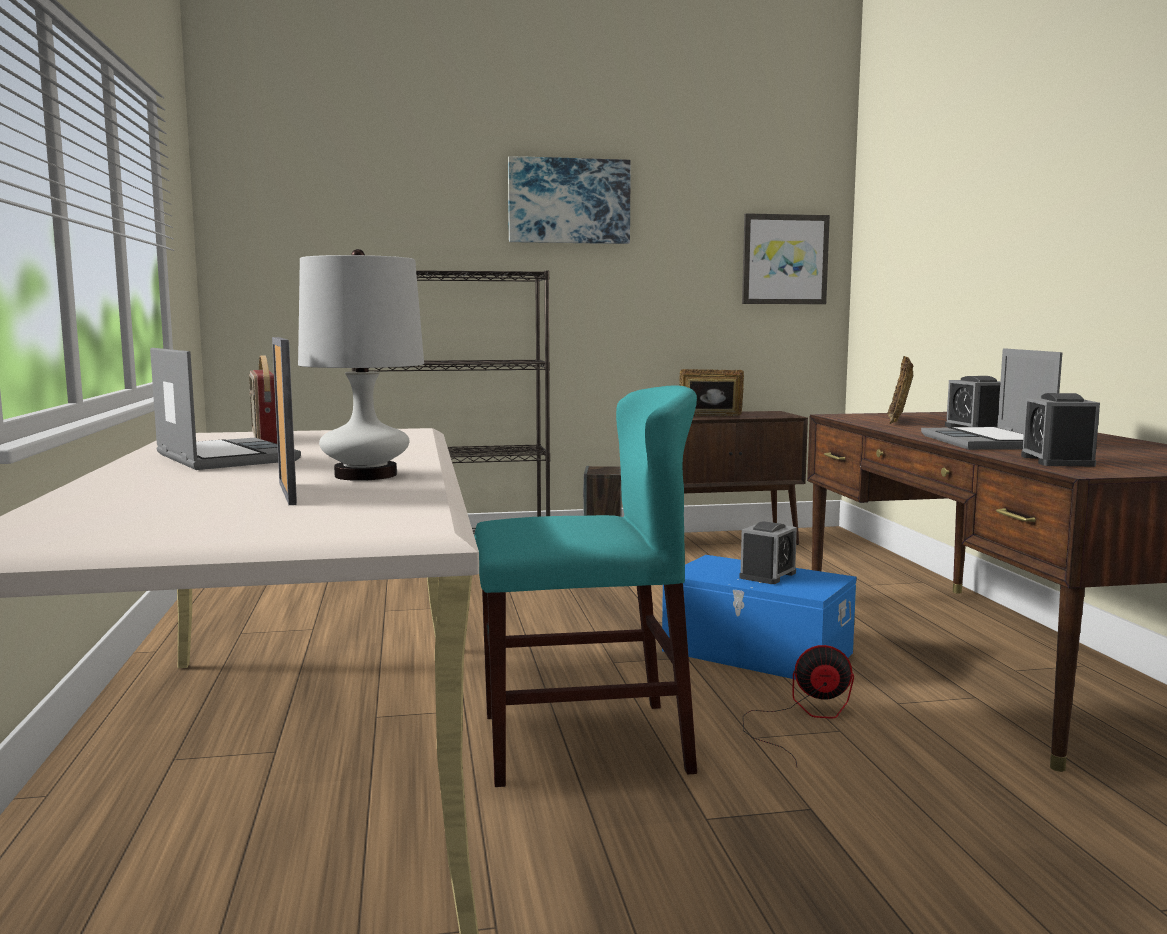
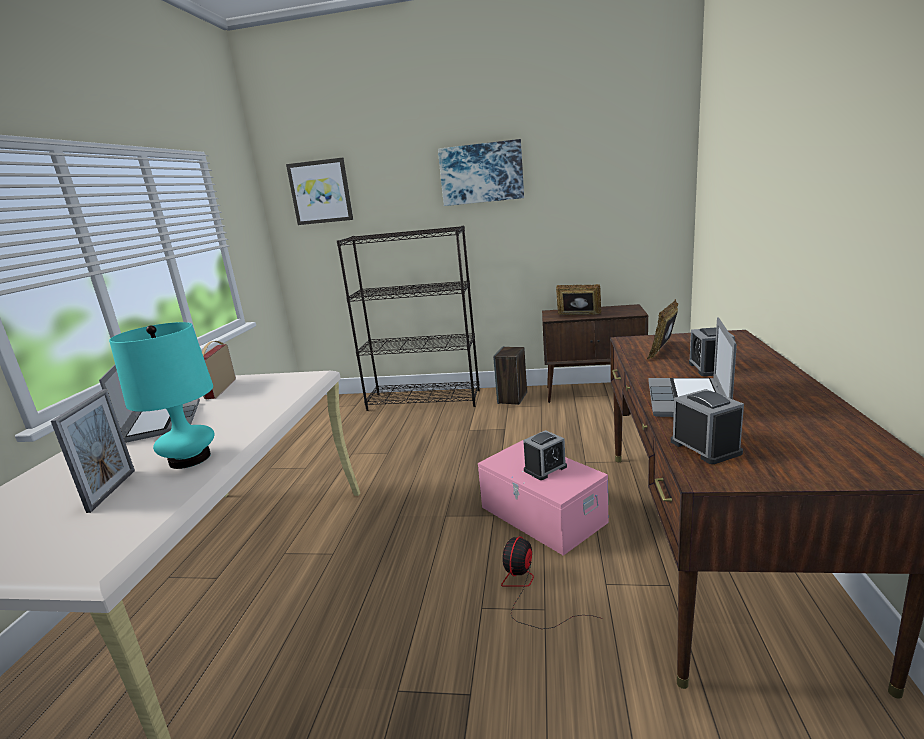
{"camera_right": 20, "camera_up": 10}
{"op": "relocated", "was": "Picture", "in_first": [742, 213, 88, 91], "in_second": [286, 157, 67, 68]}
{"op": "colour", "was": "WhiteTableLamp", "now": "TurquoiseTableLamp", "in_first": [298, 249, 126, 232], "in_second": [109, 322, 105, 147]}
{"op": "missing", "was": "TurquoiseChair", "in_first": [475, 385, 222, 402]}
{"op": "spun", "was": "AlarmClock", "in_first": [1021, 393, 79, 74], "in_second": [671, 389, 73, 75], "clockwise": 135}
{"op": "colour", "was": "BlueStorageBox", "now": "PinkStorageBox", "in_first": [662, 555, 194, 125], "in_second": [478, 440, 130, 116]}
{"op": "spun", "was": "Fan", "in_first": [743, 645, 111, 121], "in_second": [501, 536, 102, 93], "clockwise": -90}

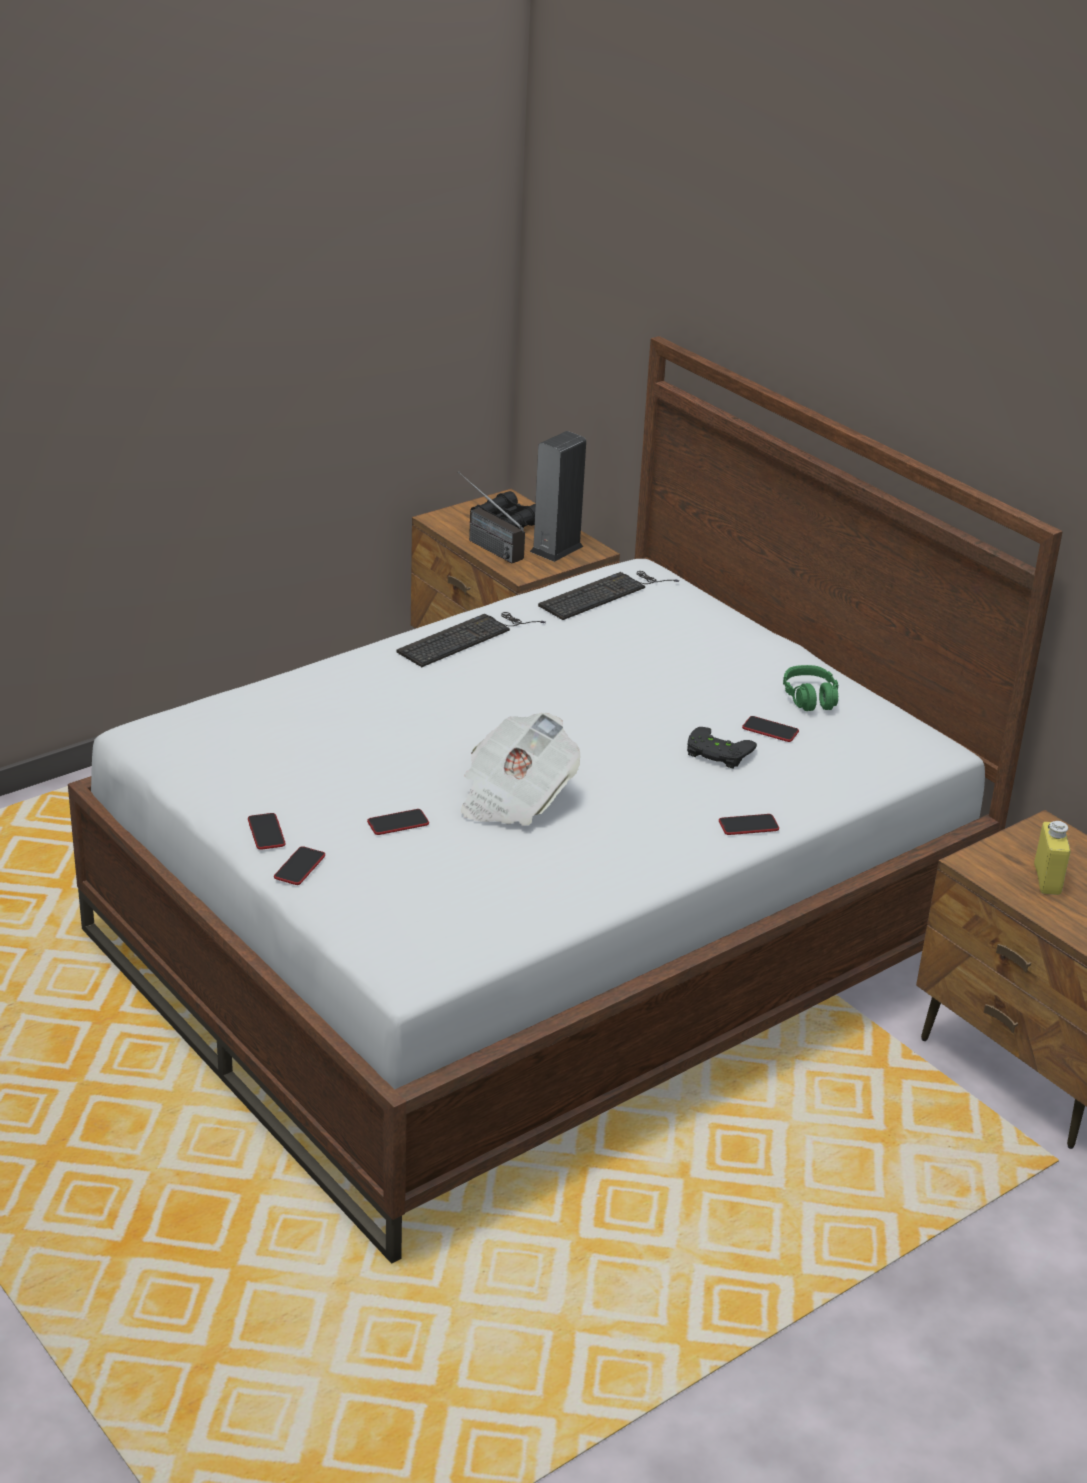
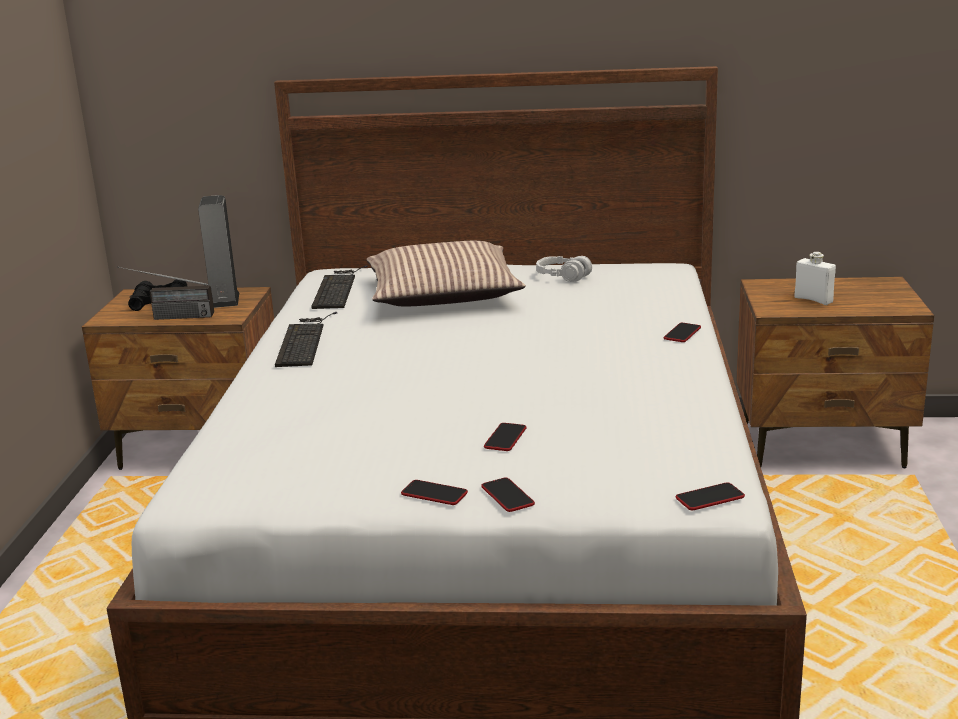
{"camera_right": -45, "camera_up": -10}
{"op": "colour", "was": "GreenHeadphones", "now": "GreyHeadphones", "in_first": [783, 665, 56, 46], "in_second": [536, 256, 56, 26]}
{"op": "missing", "was": "Newspaper", "in_first": [461, 713, 119, 113]}
{"op": "relocated", "was": "Phone", "in_first": [742, 716, 57, 26], "in_second": [676, 482, 69, 28]}
{"op": "missing", "was": "BlackGameController", "in_first": [687, 727, 70, 42]}
{"op": "colour", "was": "YellowBottle", "now": "WhiteBottle", "in_first": [1034, 821, 37, 74], "in_second": [794, 252, 42, 53]}
{"op": "appeared", "now": "Pillow", "in_second": [367, 241, 159, 65]}

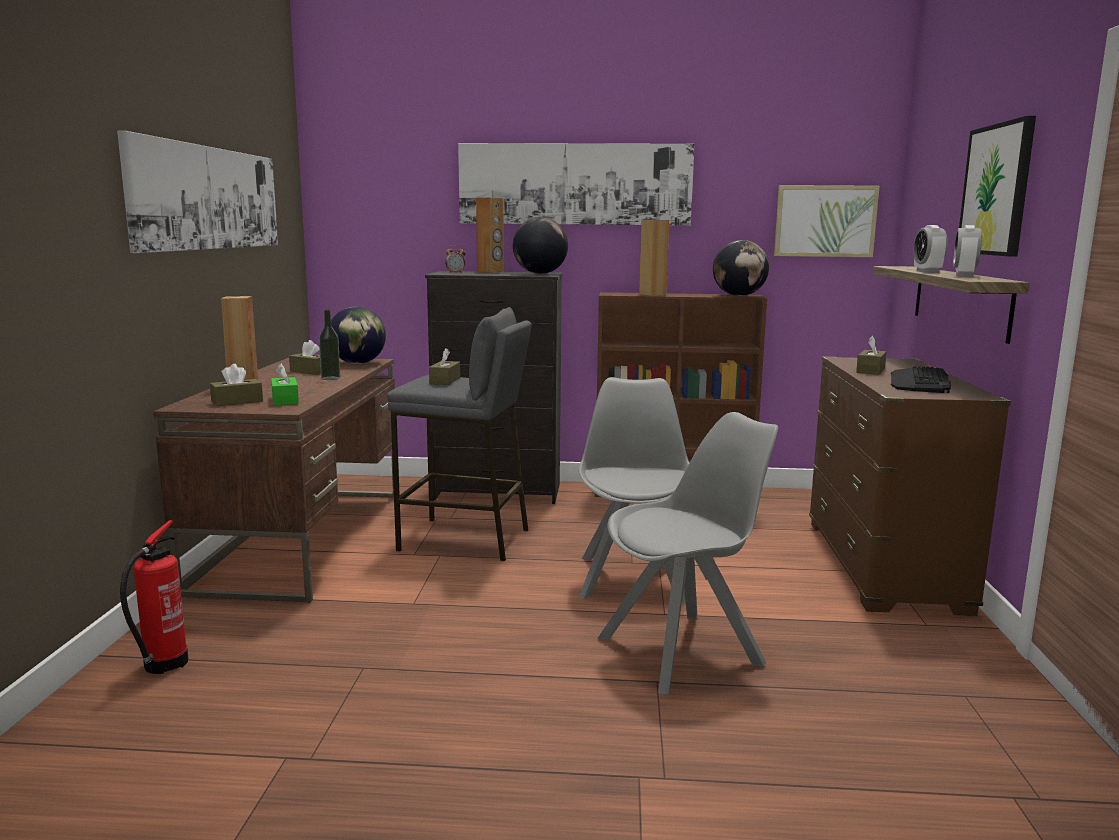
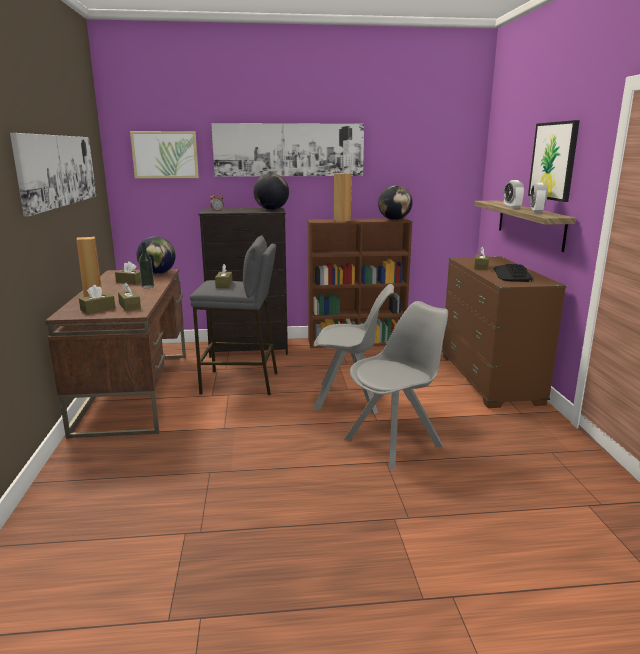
{"camera_right": -10, "camera_up": 5}
{"op": "relocated", "was": "Picture", "in_first": [774, 185, 106, 72], "in_second": [130, 131, 69, 48]}
{"op": "missing", "was": "BrownSpeaker", "in_first": [476, 198, 28, 75]}
{"op": "colour", "was": "GreenTissueBox", "now": "BrownTissueBox", "in_first": [271, 363, 28, 43], "in_second": [118, 283, 23, 28]}
{"op": "spun", "was": "GreyChair", "in_first": [579, 377, 110, 225], "in_second": [313, 284, 81, 130], "clockwise": 105}
{"op": "missing", "was": "FireExtinguisher", "in_first": [120, 520, 68, 154]}

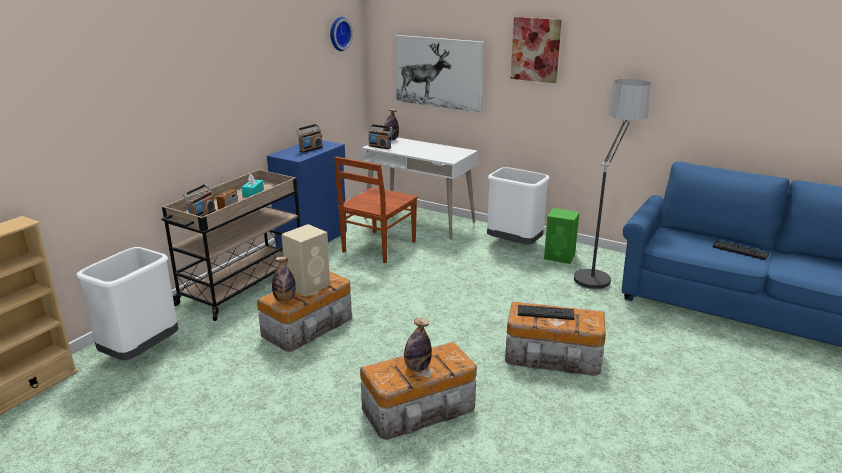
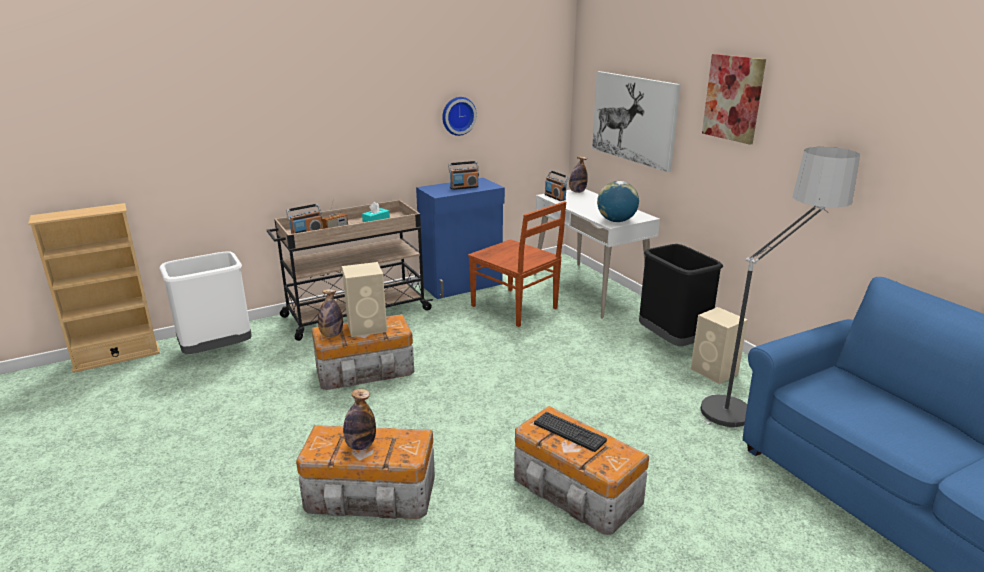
{"camera_right": 30, "camera_up": 0}
{"op": "relocated", "was": "WallClock", "in_first": [330, 17, 23, 34], "in_second": [442, 97, 35, 39]}
{"op": "spun", "was": "BrownChair", "in_first": [334, 157, 84, 106], "in_second": [468, 201, 98, 126], "clockwise": -105}
{"op": "colour", "was": "WhiteTrashCan", "now": "BlackTrashCan", "in_first": [487, 167, 62, 78], "in_second": [639, 244, 84, 102]}
{"op": "colour", "was": "GreenSpeaker", "now": "BeigeSpeaker", "in_first": [544, 208, 36, 56], "in_second": [691, 307, 57, 77]}
{"op": "missing", "was": "Keyboard", "in_first": [713, 240, 56, 20]}
{"op": "appeared", "now": "Globe", "in_second": [597, 181, 42, 41]}

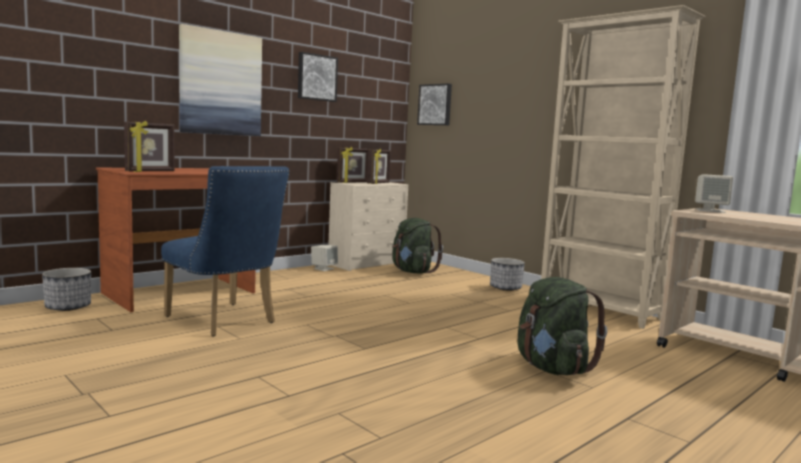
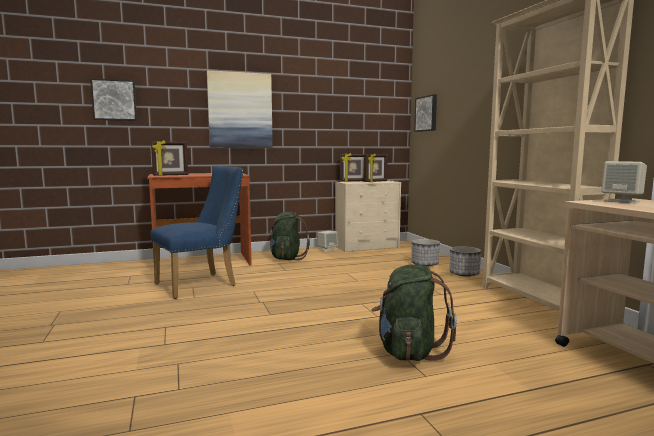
{"camera_right": 25, "camera_up": 0}
{"op": "relocated", "was": "Picture", "in_first": [298, 52, 40, 50], "in_second": [90, 78, 47, 43]}
{"op": "spun", "was": "BlueChair", "in_first": [161, 166, 128, 171], "in_second": [150, 166, 93, 133], "clockwise": -105}
{"op": "relocated", "was": "GreenBackpack", "in_first": [393, 218, 50, 55], "in_second": [266, 212, 44, 48]}
{"op": "relocated", "was": "Planter", "in_first": [42, 268, 49, 43], "in_second": [411, 239, 29, 28]}

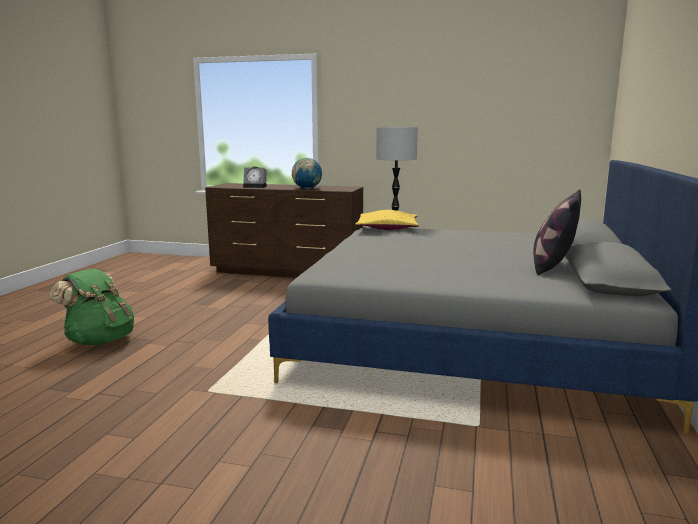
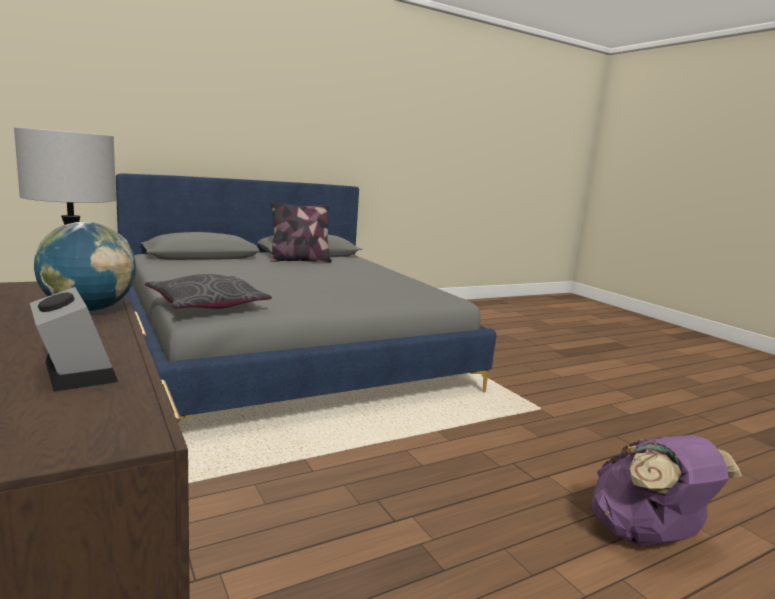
{"camera_right": -135, "camera_up": 0}
{"op": "colour", "was": "YellowPillow", "now": "GreyPillow", "in_first": [355, 210, 64, 20], "in_second": [145, 274, 127, 35]}
{"op": "colour", "was": "GreenBackpack", "now": "PurpleBackpack", "in_first": [49, 269, 85, 76], "in_second": [591, 435, 151, 111]}

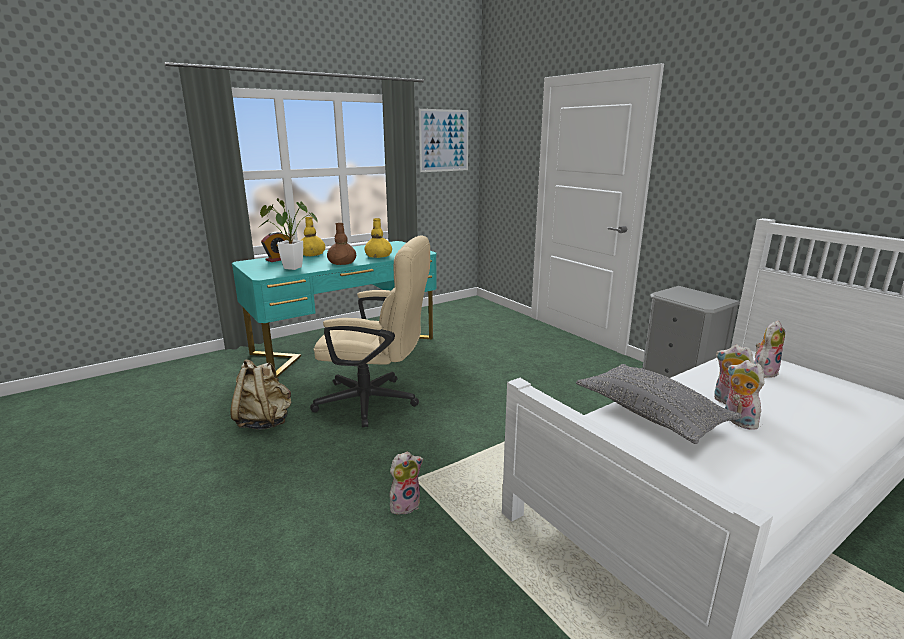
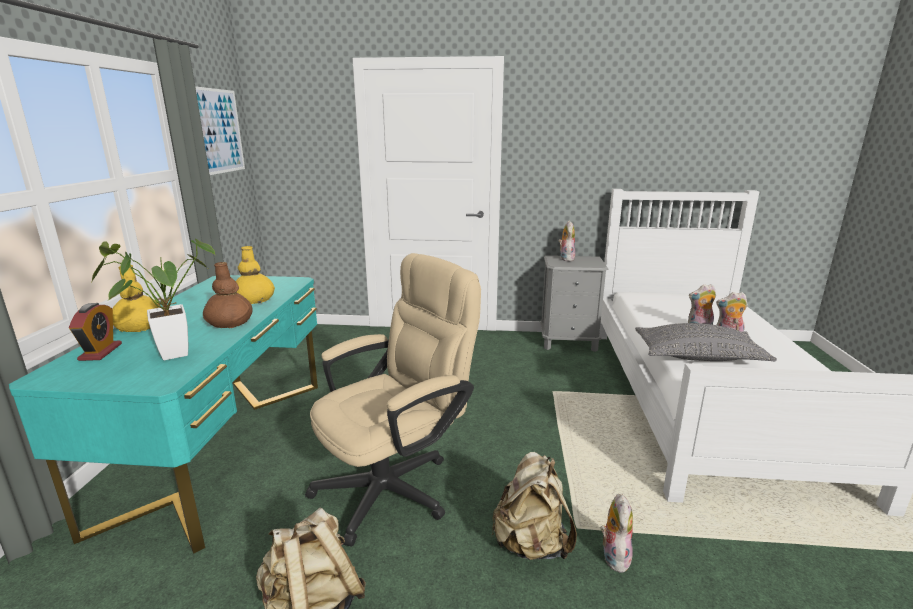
{"camera_right": -50, "camera_up": 0}
{"op": "relocated", "was": "PlushToy", "in_first": [754, 321, 31, 57], "in_second": [559, 220, 16, 41]}
{"op": "appeared", "now": "BeigeBackpack", "in_second": [492, 452, 85, 108]}

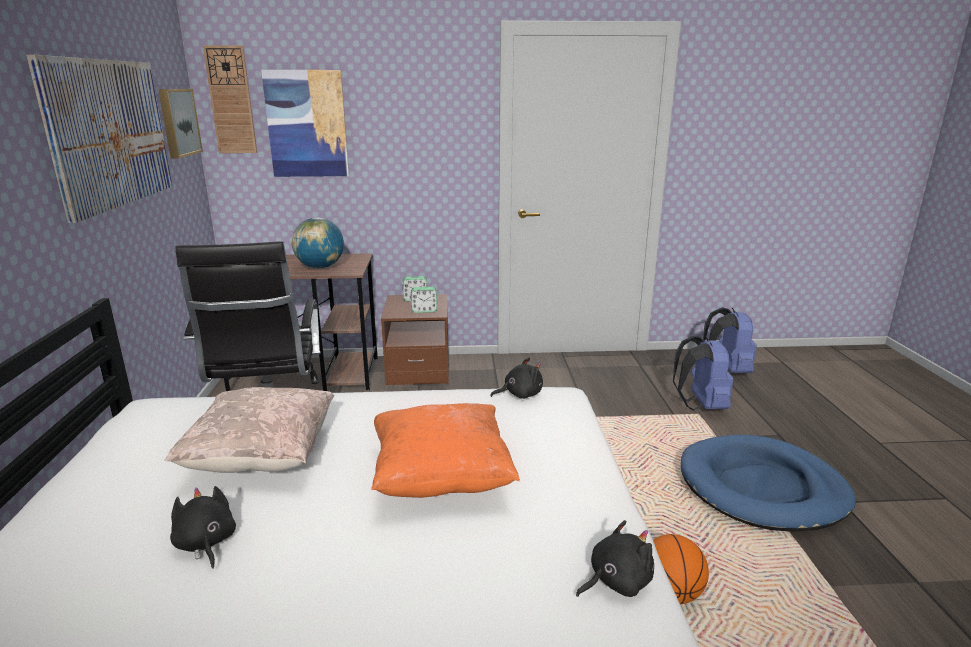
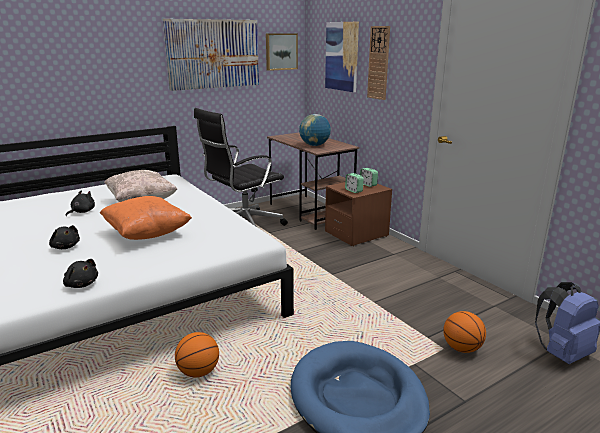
{"camera_right": 60, "camera_up": 0}
{"op": "relocated", "was": "WallClock", "in_first": [203, 45, 54, 108], "in_second": [367, 26, 23, 74]}
{"op": "exchanged", "was": "BlueBackpack", "now": "Basketball", "in_first": [673, 336, 60, 74], "in_second": [443, 311, 43, 42]}
{"op": "relocated", "was": "BlackPlushToy", "in_first": [491, 358, 52, 41], "in_second": [49, 225, 31, 24]}

